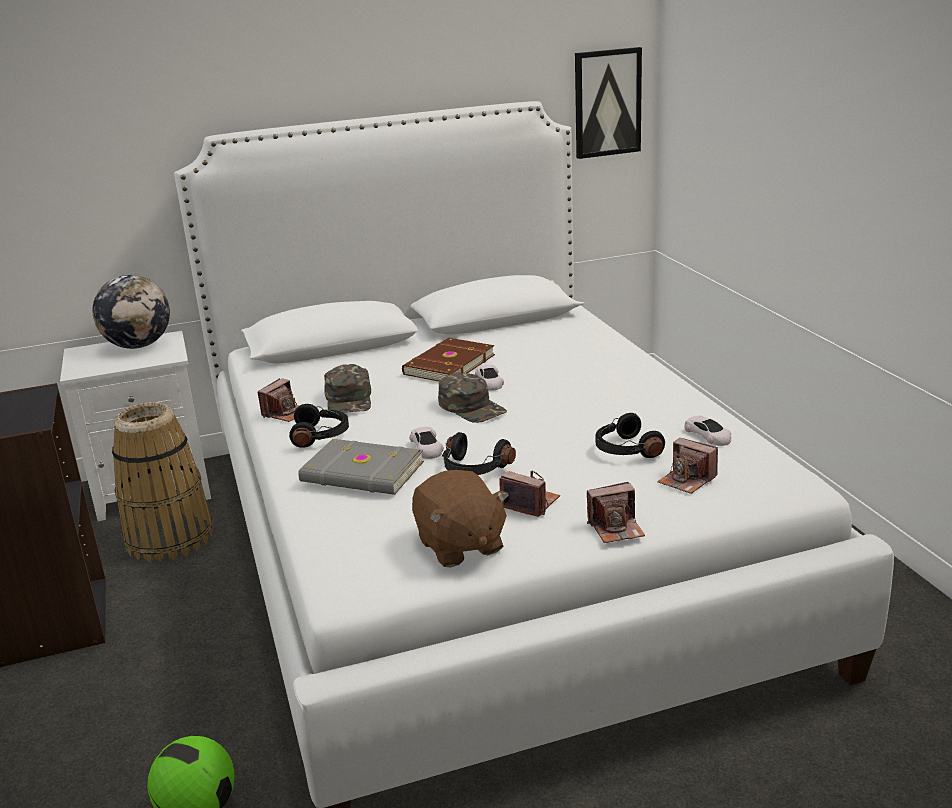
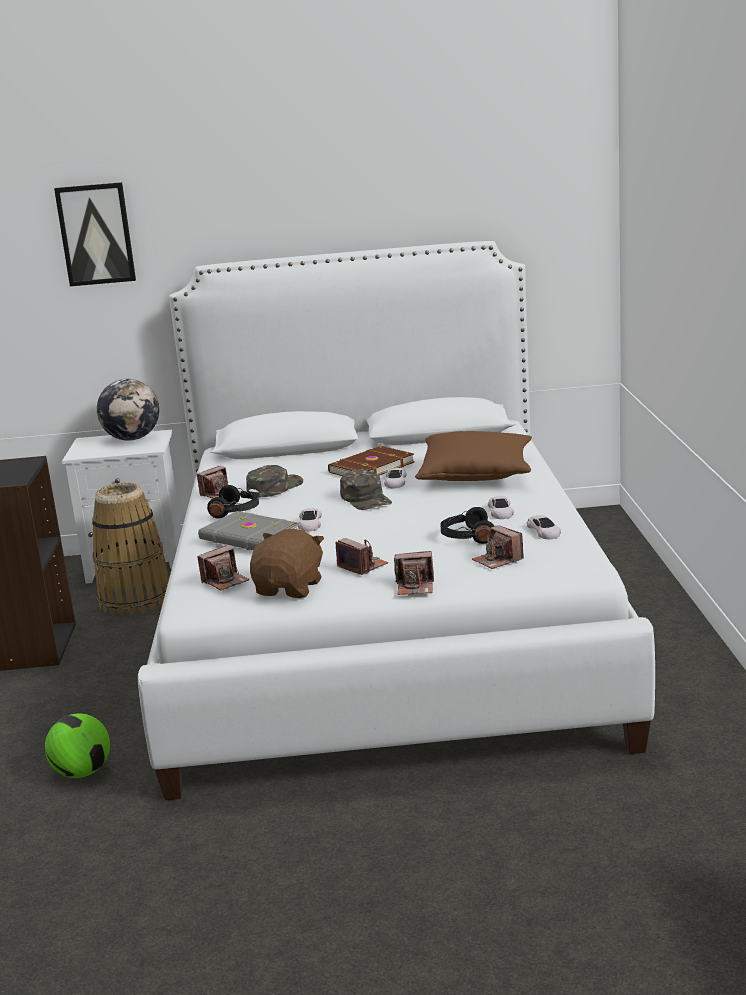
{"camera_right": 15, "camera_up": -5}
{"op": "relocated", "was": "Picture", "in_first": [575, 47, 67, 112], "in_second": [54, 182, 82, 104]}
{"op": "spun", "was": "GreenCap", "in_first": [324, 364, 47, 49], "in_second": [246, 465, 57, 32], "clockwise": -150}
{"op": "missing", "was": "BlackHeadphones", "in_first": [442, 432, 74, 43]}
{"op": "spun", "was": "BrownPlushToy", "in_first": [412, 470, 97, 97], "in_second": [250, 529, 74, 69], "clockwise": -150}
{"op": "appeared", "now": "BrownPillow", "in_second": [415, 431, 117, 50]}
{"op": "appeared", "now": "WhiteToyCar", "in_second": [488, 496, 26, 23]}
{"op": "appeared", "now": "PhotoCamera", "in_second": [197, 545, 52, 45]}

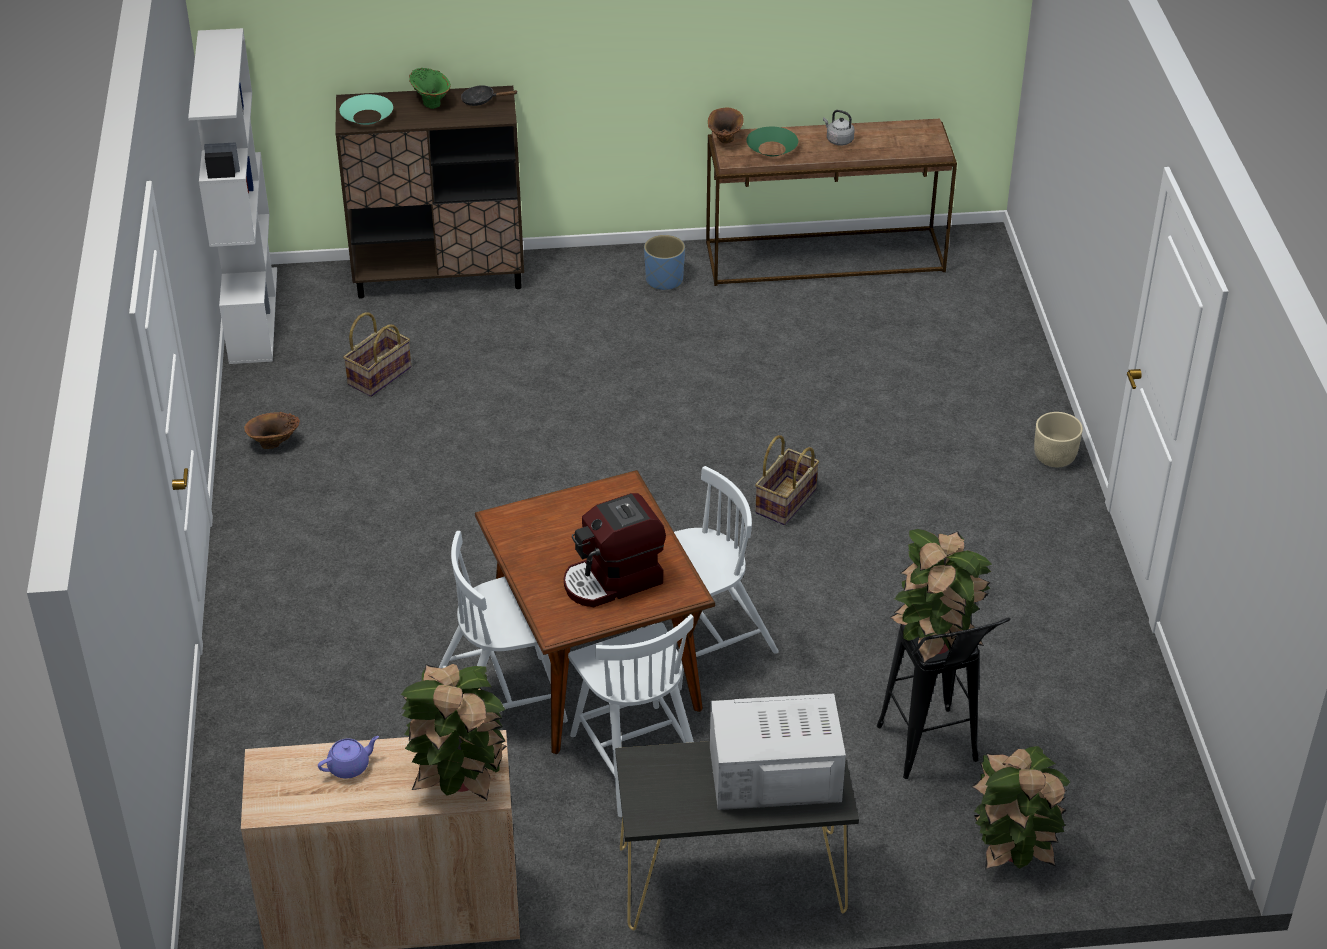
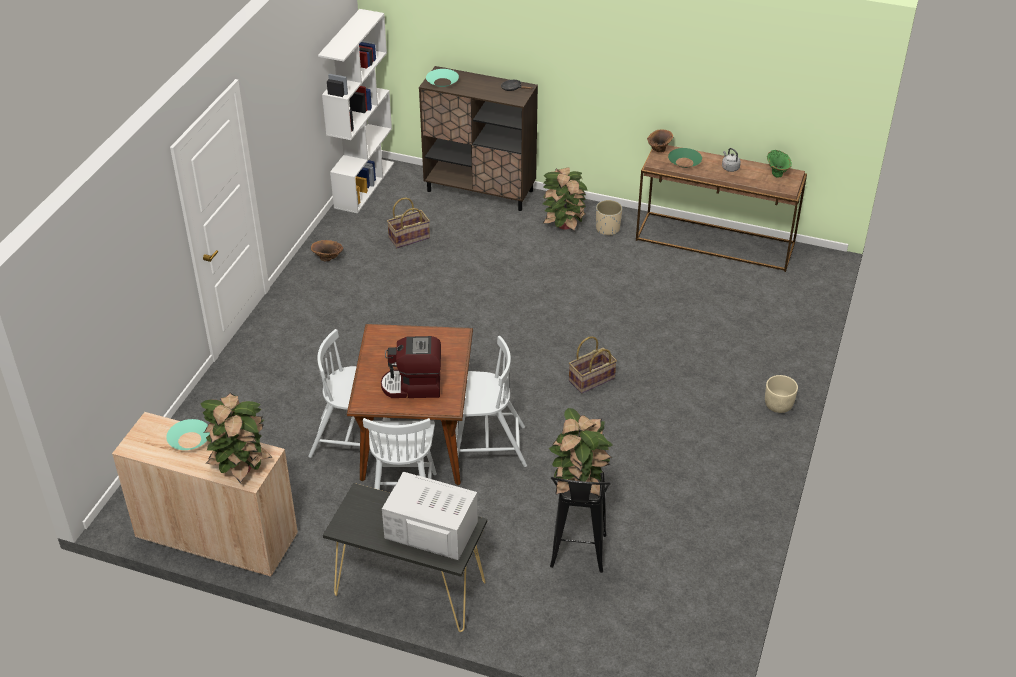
{"camera_right": 25, "camera_up": 0}
{"op": "relocated", "was": "GreenVase", "in_first": [409, 68, 42, 41], "in_second": [767, 150, 25, 28]}
{"op": "colour", "was": "BluePlanter", "now": "BeigePlanter", "in_first": [644, 235, 41, 55], "in_second": [596, 200, 26, 36]}
{"op": "exchanged", "was": "PurpleTeapot", "now": "TurquoiseBowl", "in_first": [318, 736, 61, 43], "in_second": [166, 419, 44, 31]}
{"op": "relocated", "was": "PottedPlant", "in_first": [971, 746, 99, 123], "in_second": [543, 167, 44, 64]}

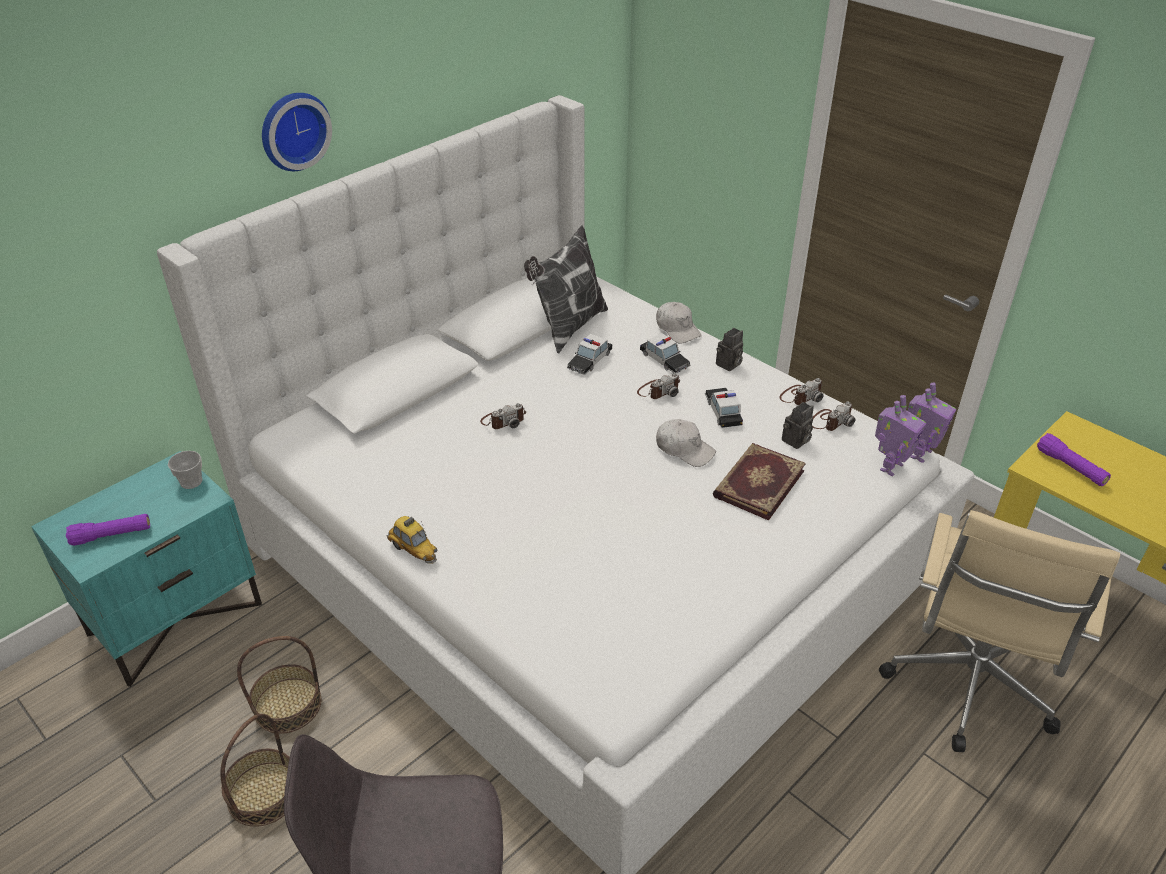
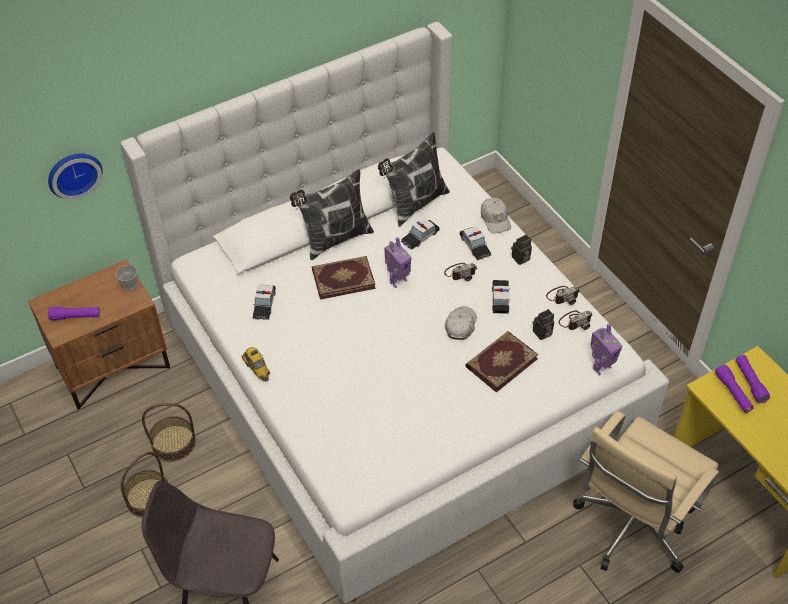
{"camera_right": 15, "camera_up": 10}
{"op": "relocated", "was": "WallClock", "in_first": [262, 93, 70, 78], "in_second": [48, 153, 55, 47]}
{"op": "relocated", "was": "ToyRobot", "in_first": [908, 383, 48, 80], "in_second": [384, 237, 28, 51]}
{"op": "exchanged", "was": "PhotoCamera", "now": "Book", "in_first": [480, 403, 46, 26], "in_second": [312, 256, 64, 44]}
{"op": "spun", "was": "WhiteCap", "in_first": [656, 419, 60, 48], "in_second": [445, 306, 32, 34], "clockwise": -120}
{"op": "colour", "was": "TurquoiseNightstand", "now": "BrownNightstand", "in_first": [31, 451, 231, 236], "in_second": [28, 259, 142, 151]}
{"op": "appeared", "now": "Pillow", "in_second": [290, 169, 84, 91]}
{"op": "appeared", "now": "ToyCar", "in_second": [253, 285, 23, 35]}
{"op": "appeared", "now": "PurpleFlashlight", "in_second": [736, 355, 34, 48]}

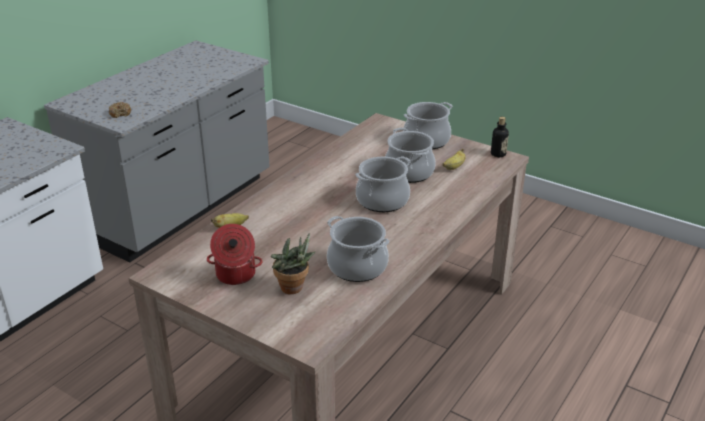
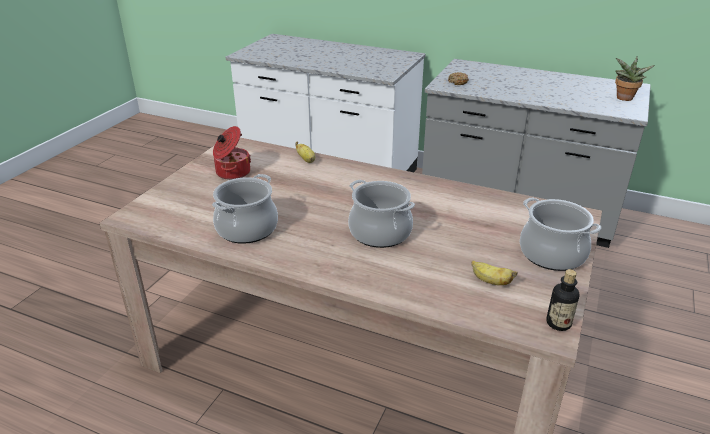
{"camera_right": 80, "camera_up": 0}
{"op": "missing", "was": "CookingPot", "in_first": [385, 128, 51, 55]}
{"op": "relocated", "was": "PottedPlant", "in_first": [271, 233, 45, 61], "in_second": [615, 56, 40, 45]}

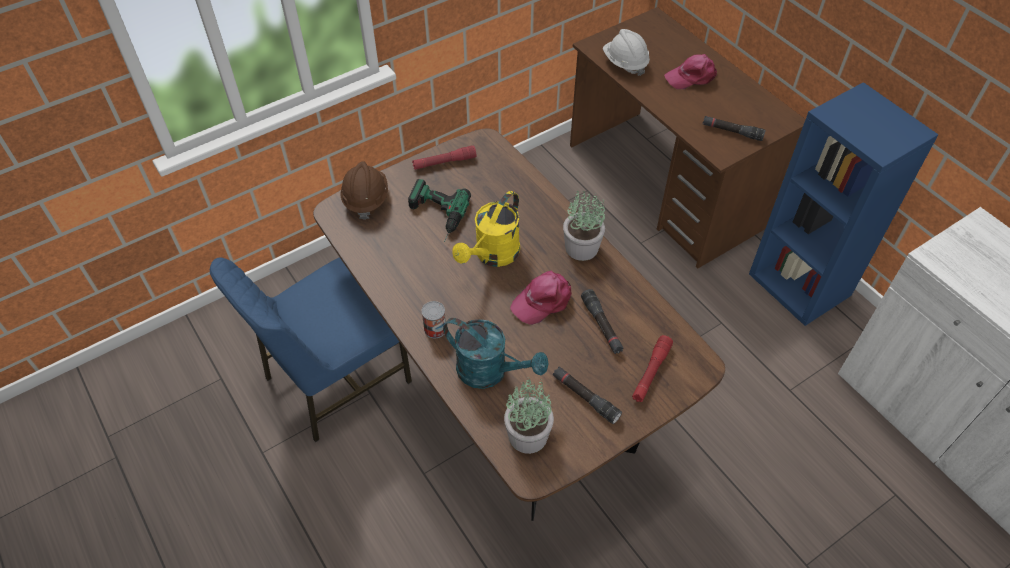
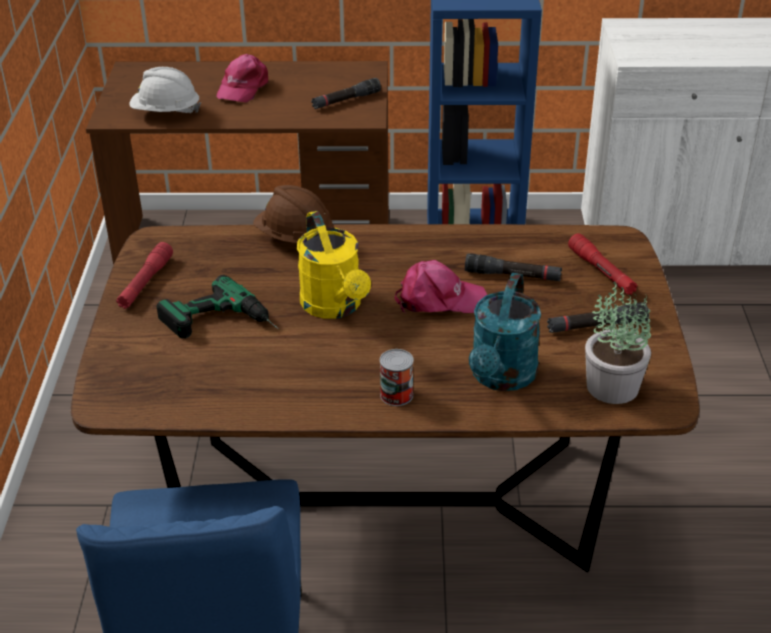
{"camera_right": -55, "camera_up": -15}
{"op": "relocated", "was": "BrownHardHat", "in_first": [341, 161, 47, 59], "in_second": [253, 185, 80, 58]}
{"op": "missing", "was": "PottedPlant", "in_first": [563, 191, 42, 70]}
{"op": "spun", "was": "PinkCap", "in_first": [510, 271, 62, 54], "in_second": [394, 260, 93, 53], "clockwise": -90}
{"op": "spun", "was": "TurquoiseWateringCan", "in_first": [443, 318, 106, 71], "in_second": [469, 273, 72, 118], "clockwise": 135}

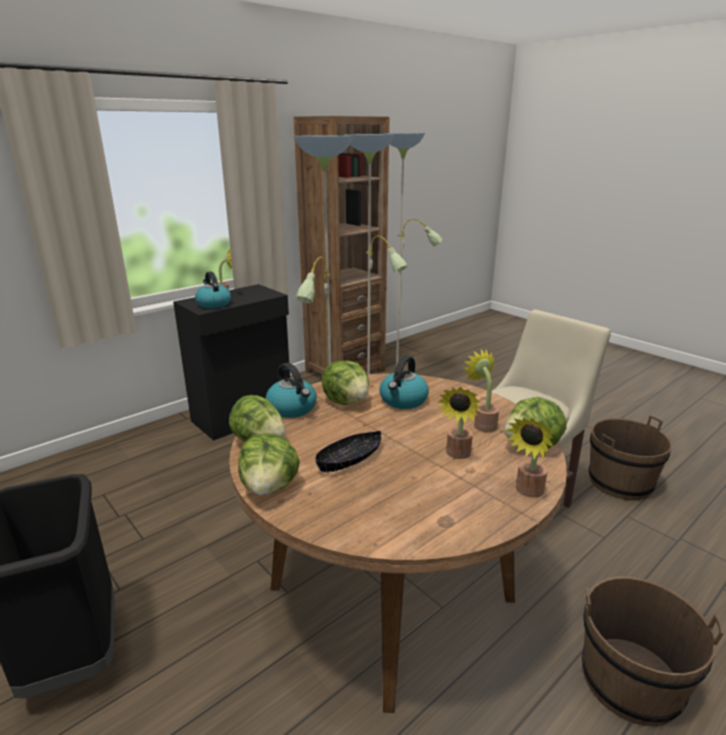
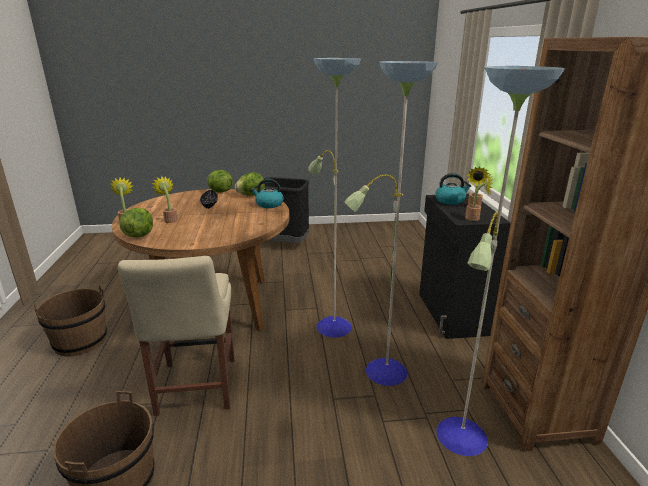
{"camera_right": 125, "camera_up": 0}
{"op": "relocated", "was": "PottedPlant", "in_first": [463, 349, 36, 83], "in_second": [465, 173, 28, 48]}
{"op": "missing", "was": "Kettle", "in_first": [379, 355, 50, 54]}
{"op": "missing", "was": "Lettuce", "in_first": [322, 361, 47, 44]}

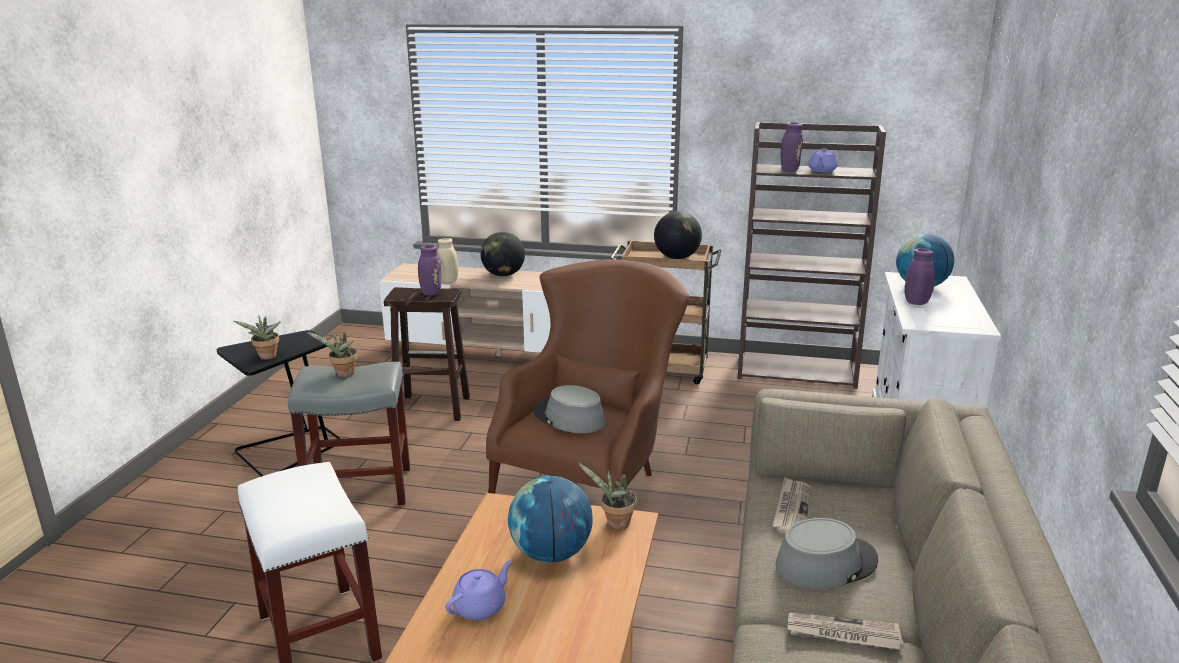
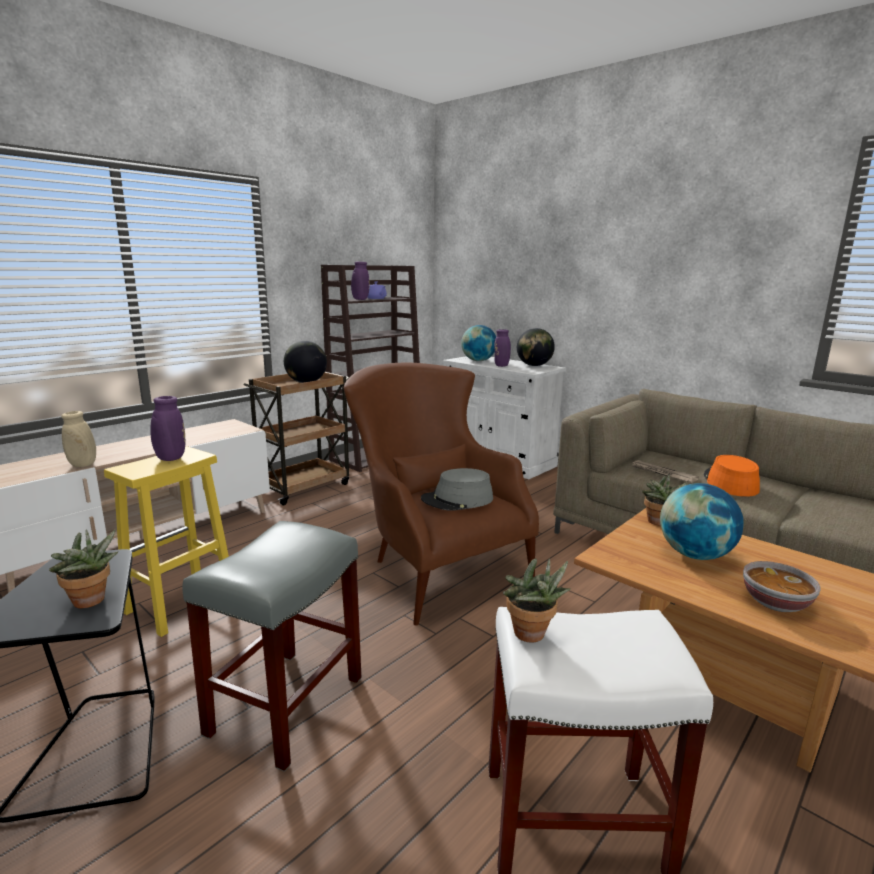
{"camera_right": -60, "camera_up": -5}
{"op": "relocated", "was": "Globe", "in_first": [480, 232, 45, 44], "in_second": [517, 328, 38, 38]}
{"op": "colour", "was": "BrownStool", "now": "YellowStool", "in_first": [384, 287, 86, 134], "in_second": [104, 447, 125, 190]}
{"op": "relocated", "was": "PottedPlant", "in_first": [307, 330, 51, 47], "in_second": [503, 558, 68, 85]}
{"op": "colour", "was": "GreyHat", "now": "OrangeHat", "in_first": [775, 518, 103, 71], "in_second": [704, 455, 56, 42]}
{"op": "exchanged", "was": "PurpleTeapot", "now": "Bowl", "in_first": [445, 560, 67, 60], "in_second": [743, 561, 78, 51]}
{"op": "missing", "was": "Newspaper", "in_first": [788, 612, 116, 37]}

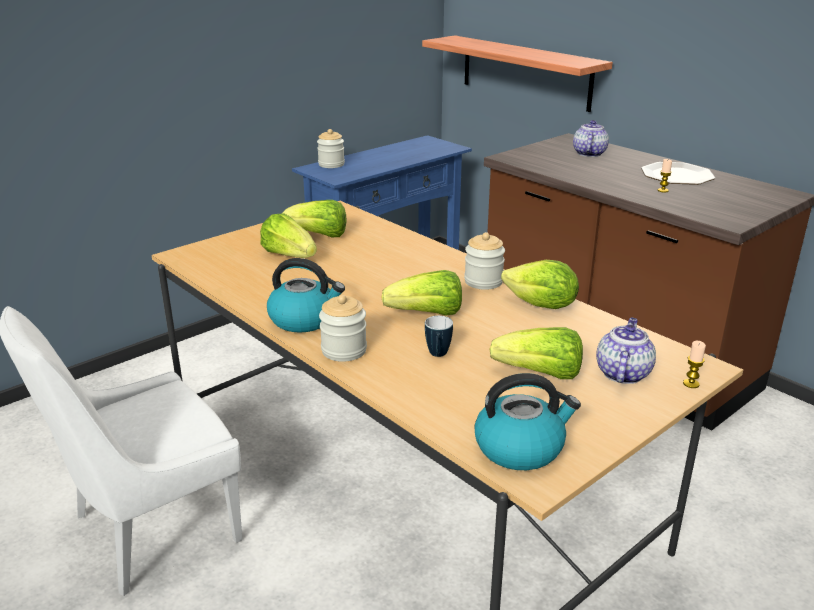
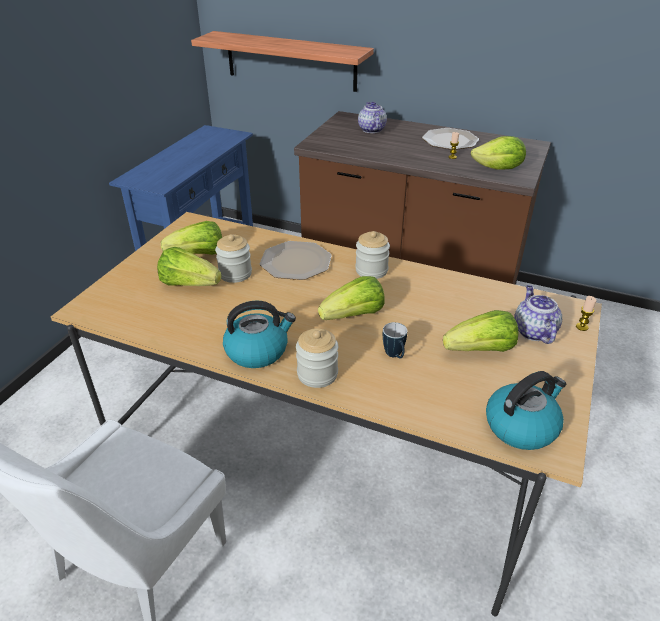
{"camera_right": -25, "camera_up": 10}
{"op": "relocated", "was": "Jar", "in_first": [317, 129, 28, 39], "in_second": [215, 234, 37, 49]}
{"op": "relocated", "was": "Lettuce", "in_first": [501, 260, 78, 49], "in_second": [471, 136, 55, 34]}
{"op": "appeared", "now": "Plate", "in_second": [259, 241, 73, 39]}

